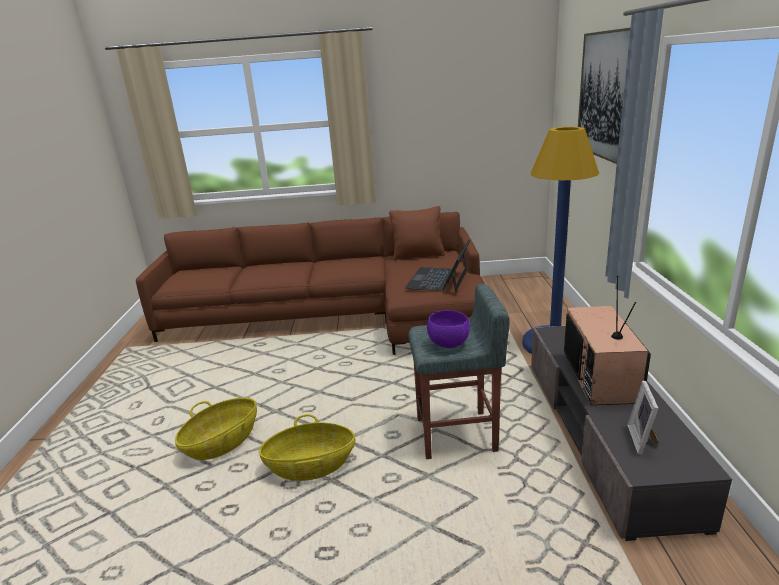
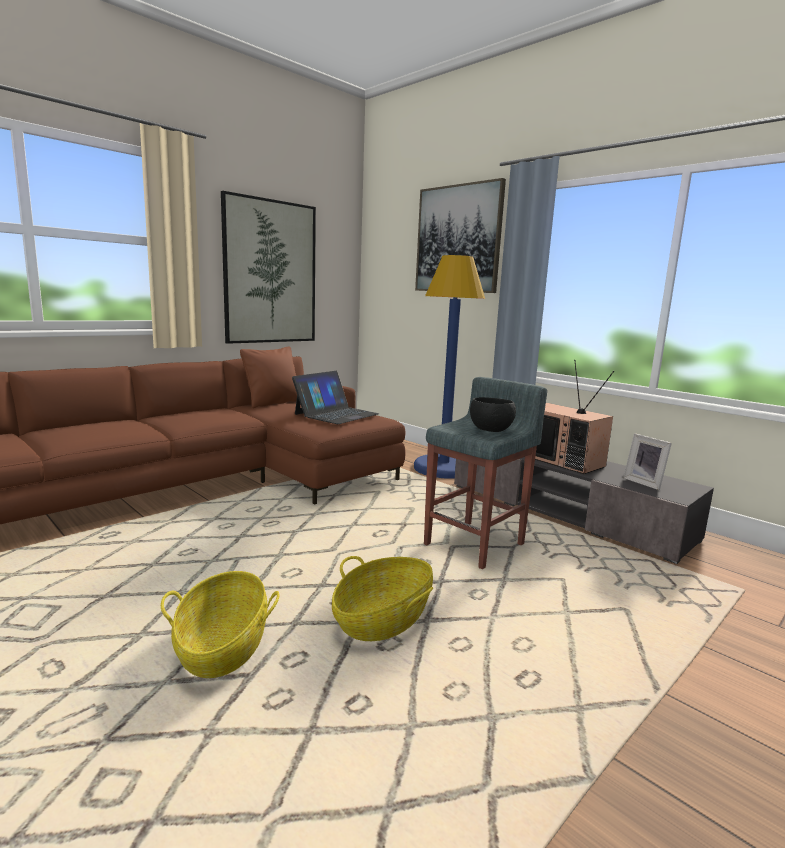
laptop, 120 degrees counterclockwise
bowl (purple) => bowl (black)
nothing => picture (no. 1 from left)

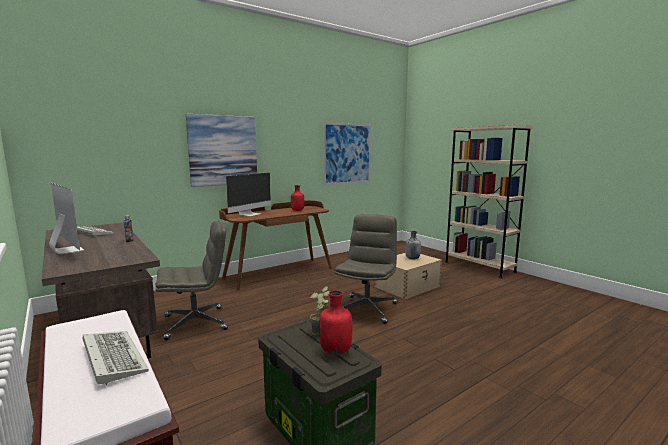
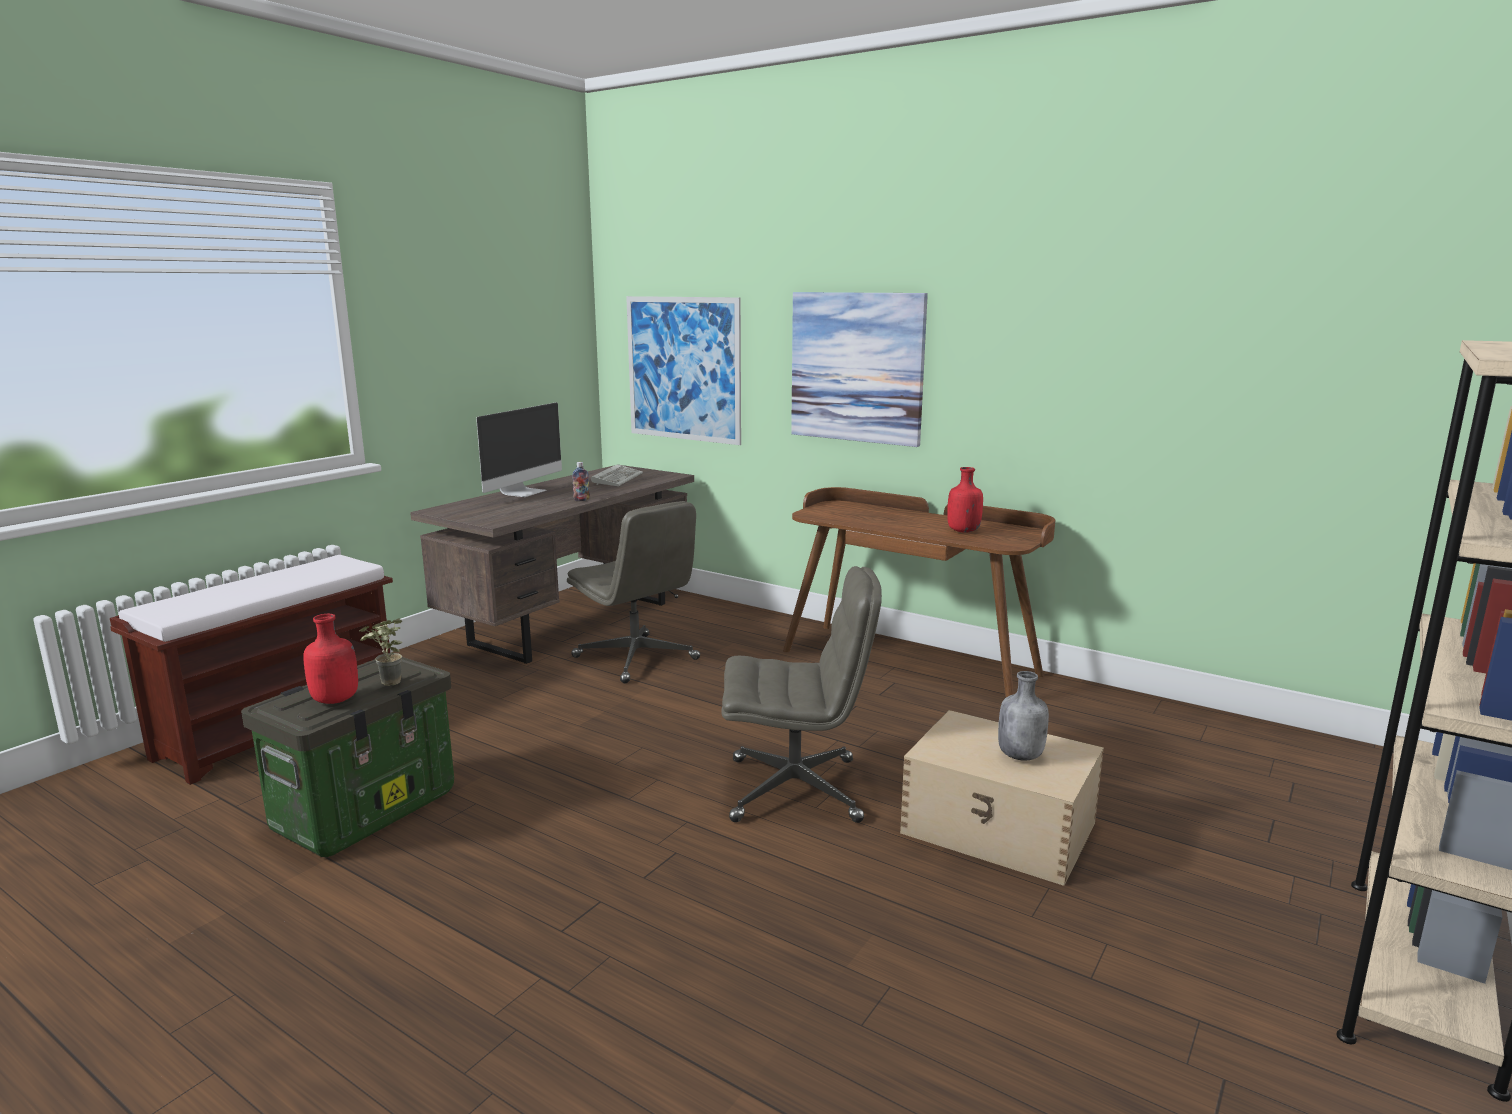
keyboard (no. 2 from left) => nothing
monitor (no. 2 from left) => nothing
picture (no. 2 from left in the first image) => picture (no. 1 from left), shifted

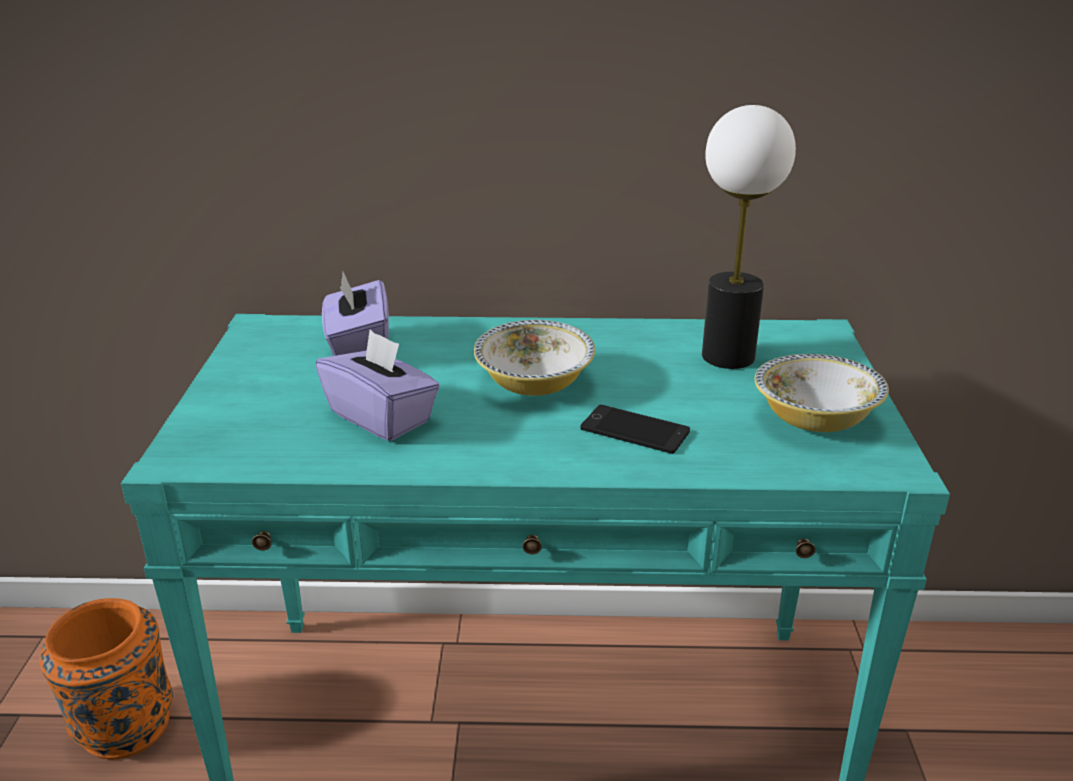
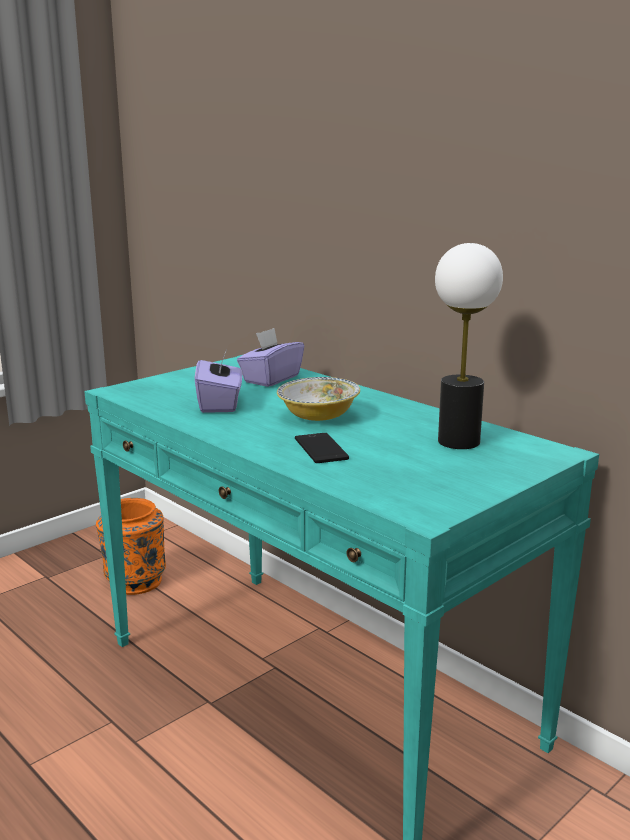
bowl (no. 2 from left) => nothing

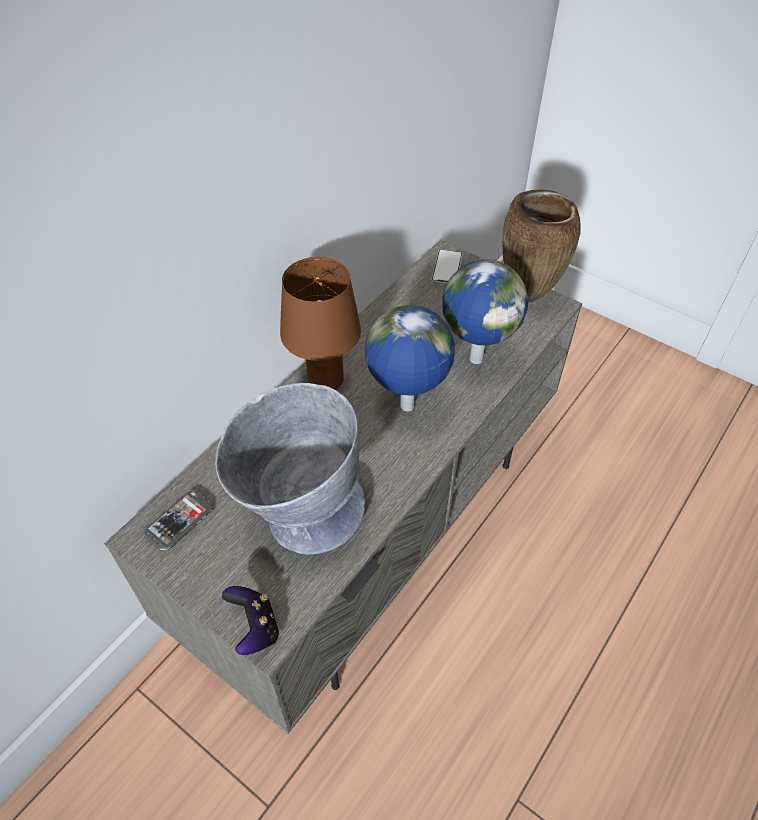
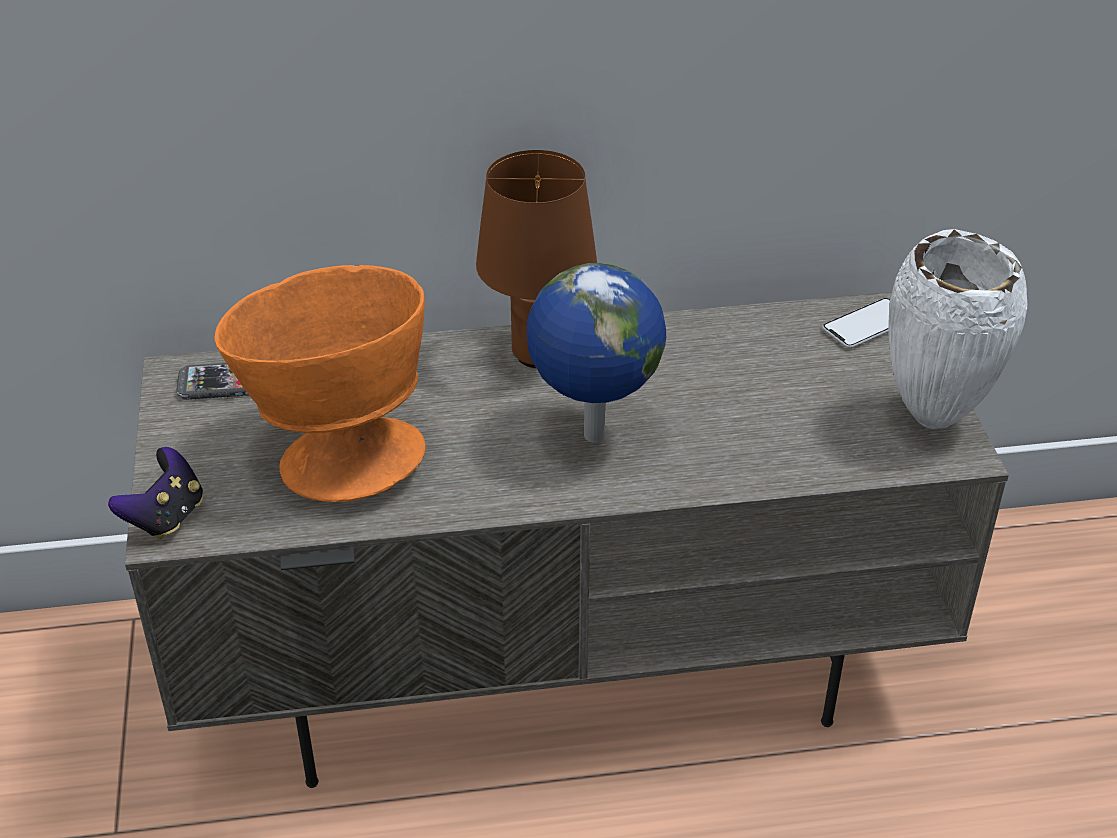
bowl (grey) => bowl (orange)
globe (no. 2 from left) => nothing
vase (brown) => vase (white)

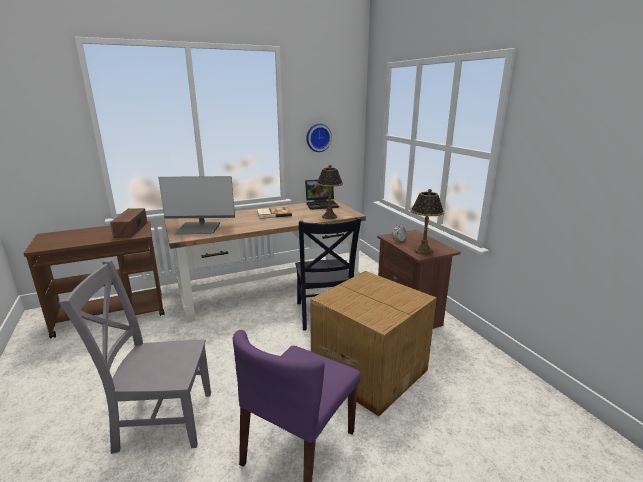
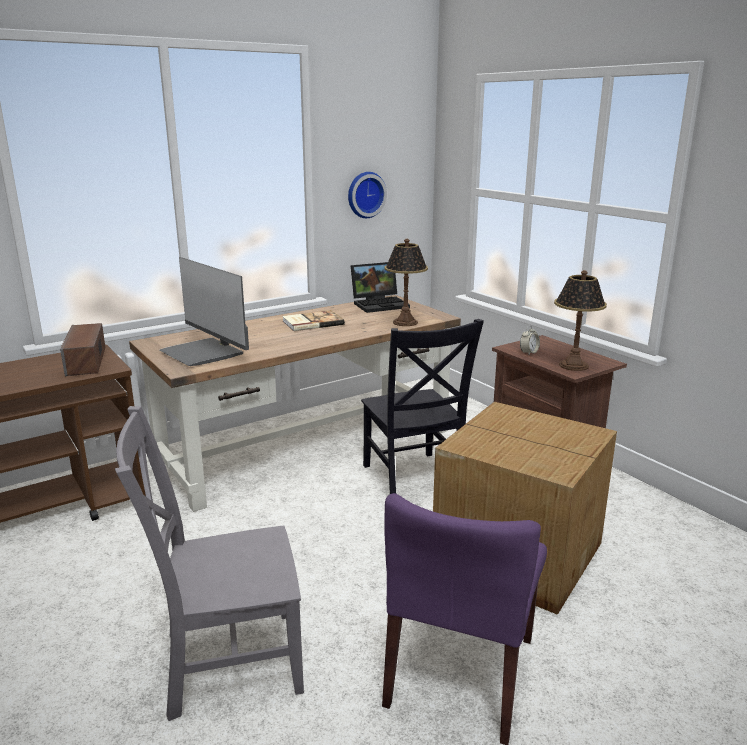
monitor, 60 degrees clockwise

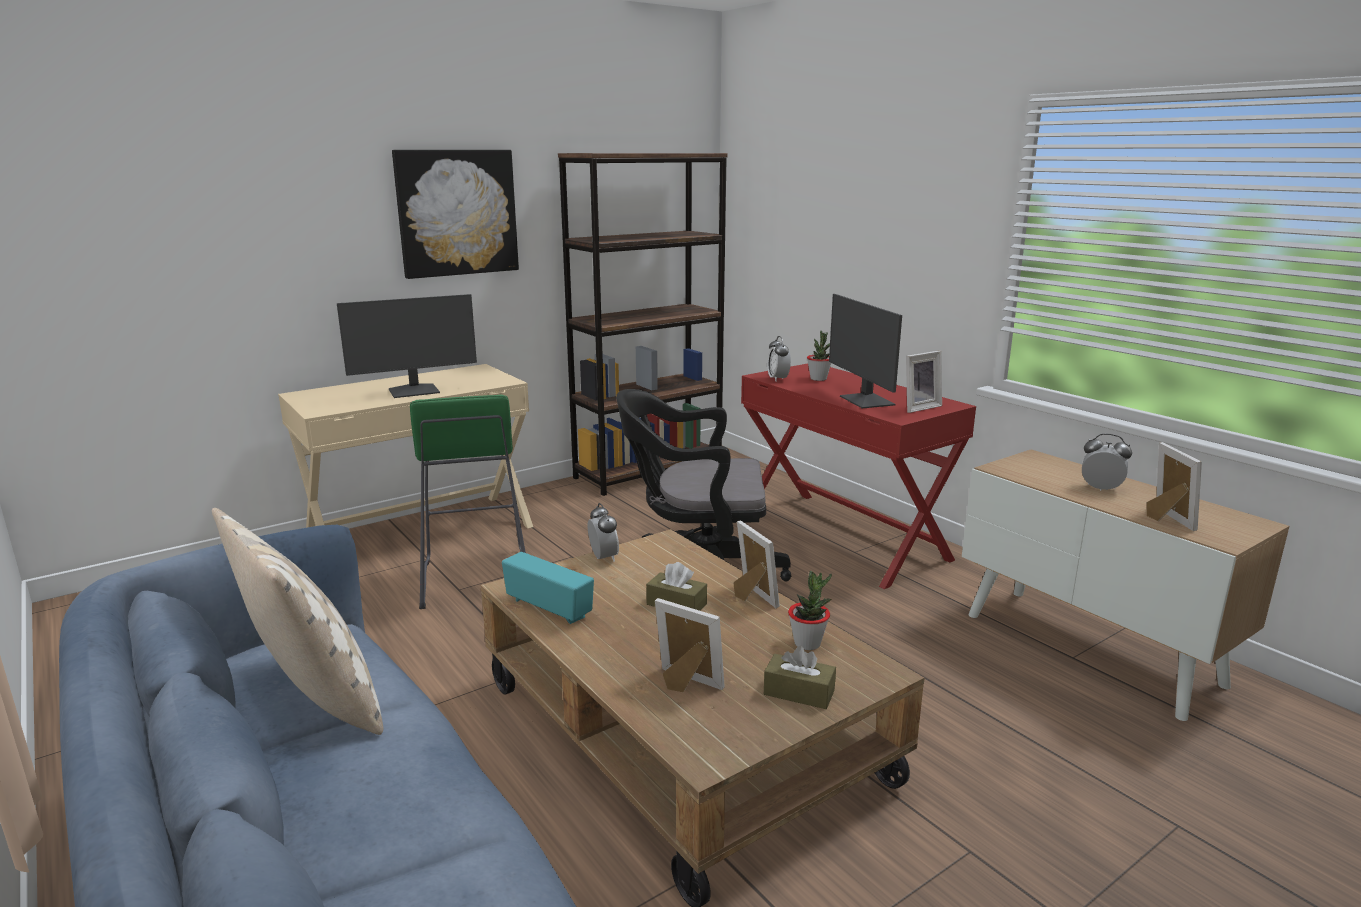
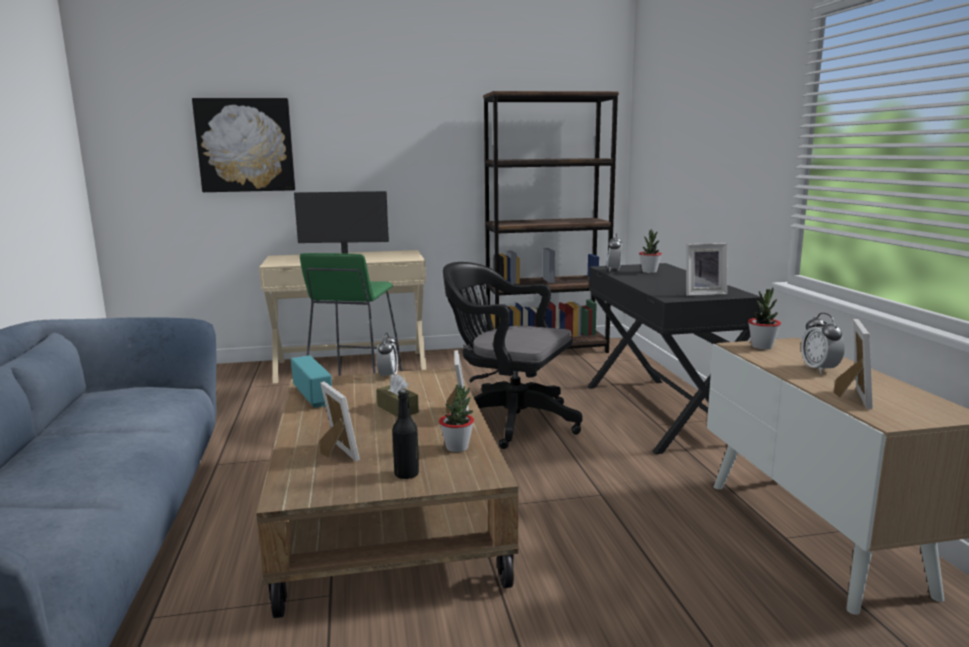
pillow (beige) => nothing
picture, shifted
desk (red) => desk (black)
tissue box (brown) (no. 2 from left) => bottle (black)
monitor (no. 2 from left) => nothing
alarm clock (no. 3 from left), 150 degrees counterclockwise
nothing => potted plant (no. 3 from left)

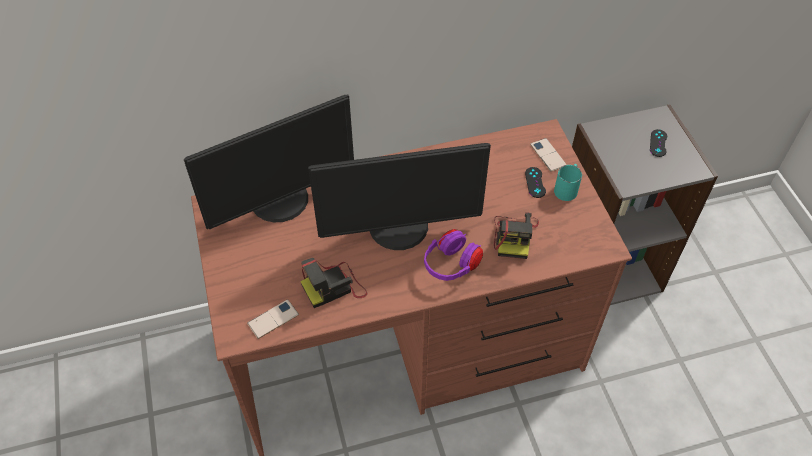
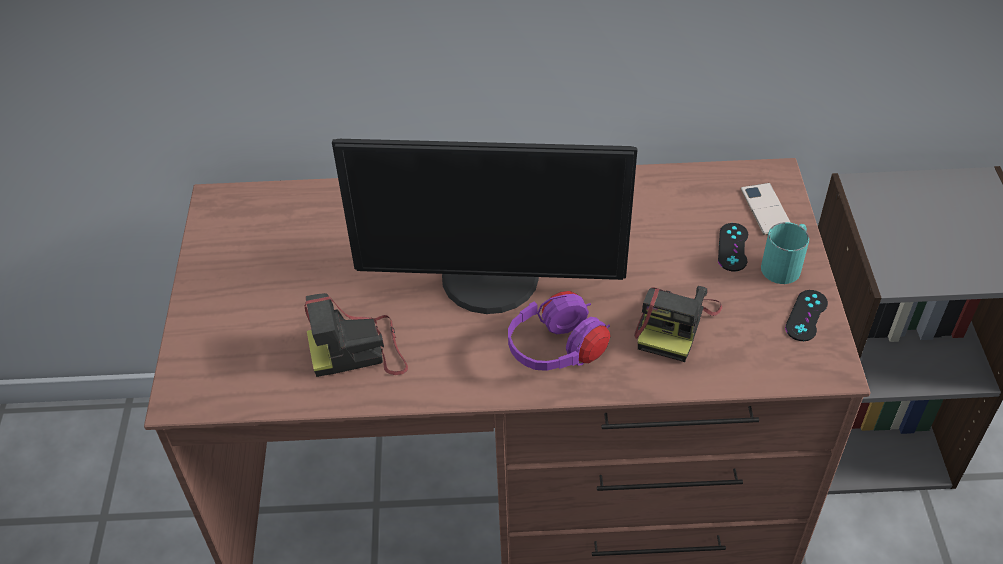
monitor (no. 1 from left) => nothing
phone (no. 1 from left) => nothing
game controller (black) (no. 2 from left), shifted

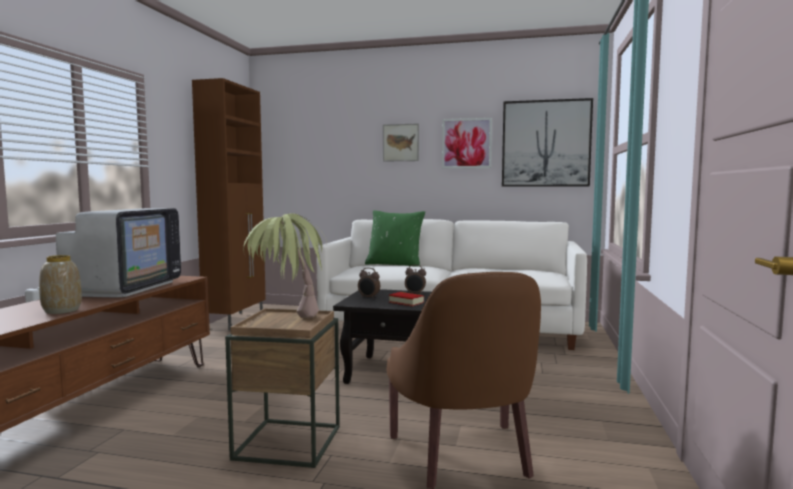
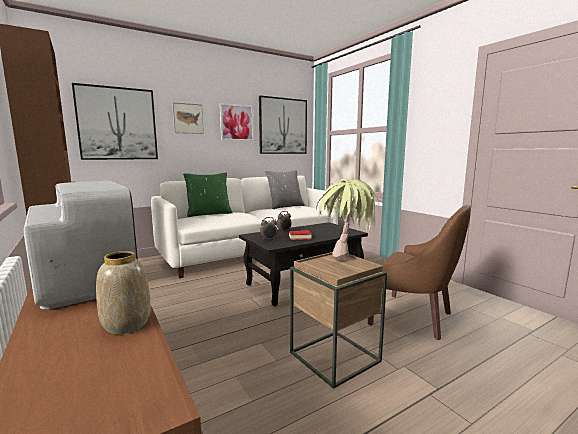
nothing => picture (no. 1 from left)
nothing => pillow (grey)

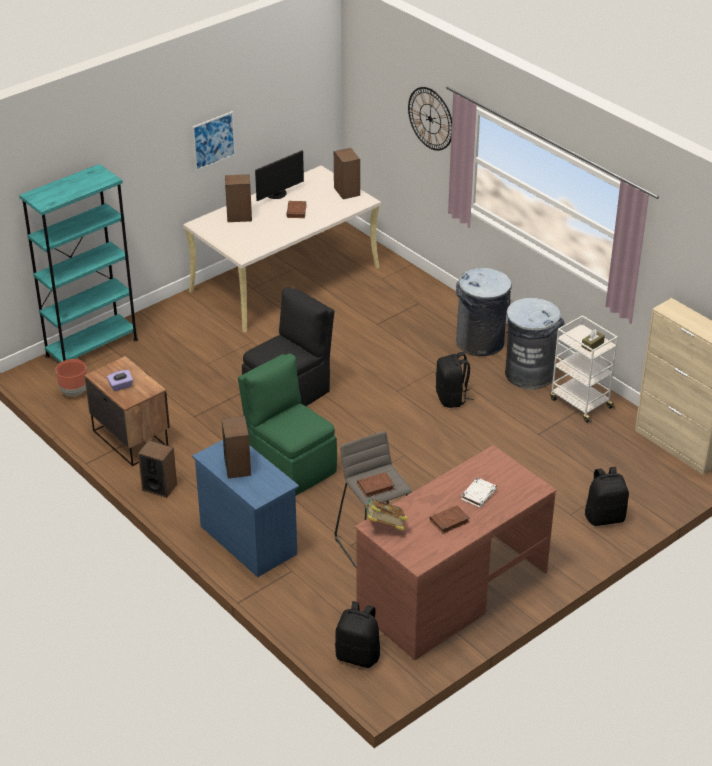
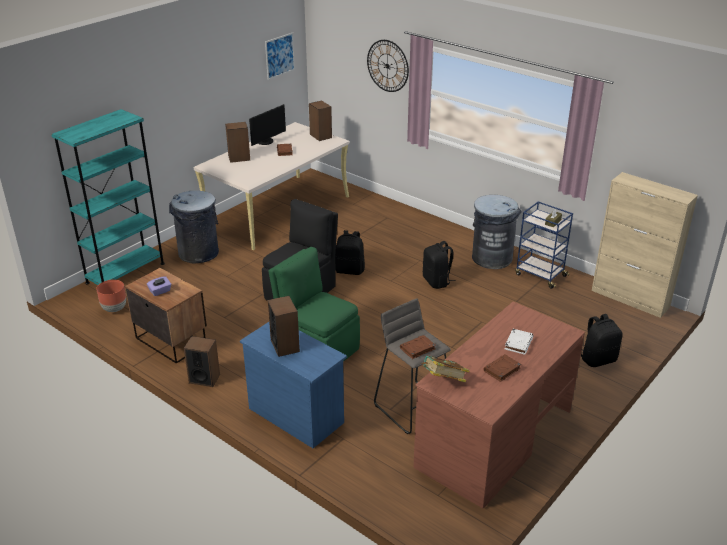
picture, shifted
backpack (black) (no. 1 from left), shifted
trash can (grey) (no. 1 from left), shifted
cart (white) => cart (blue)

